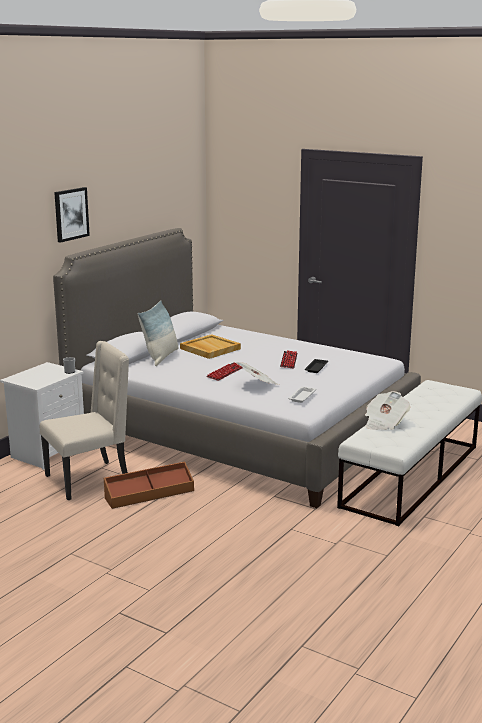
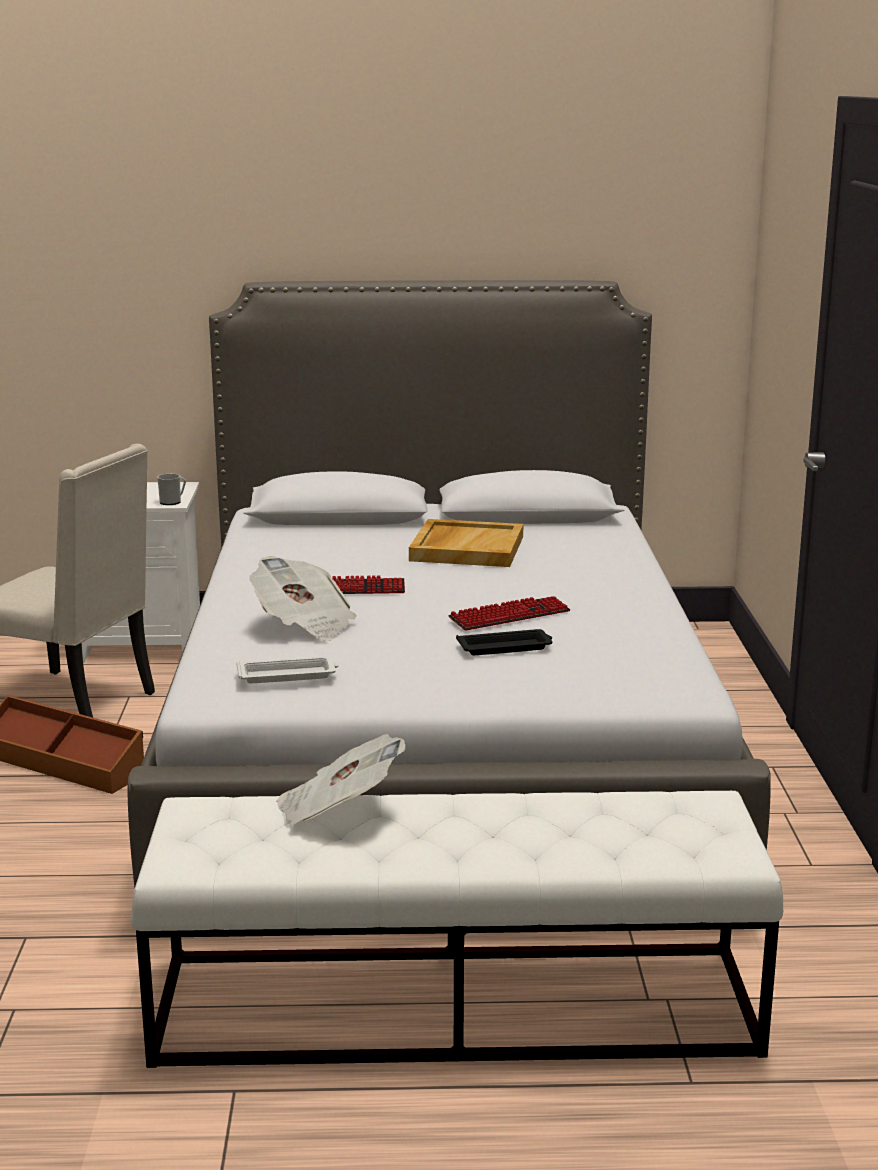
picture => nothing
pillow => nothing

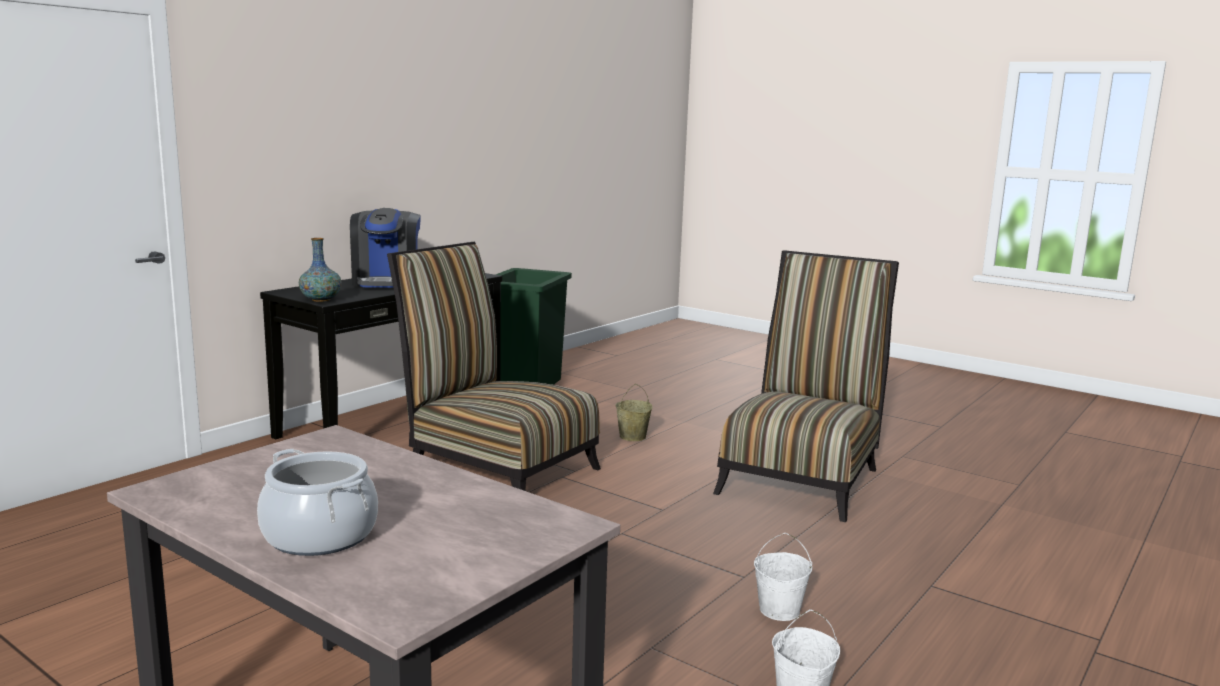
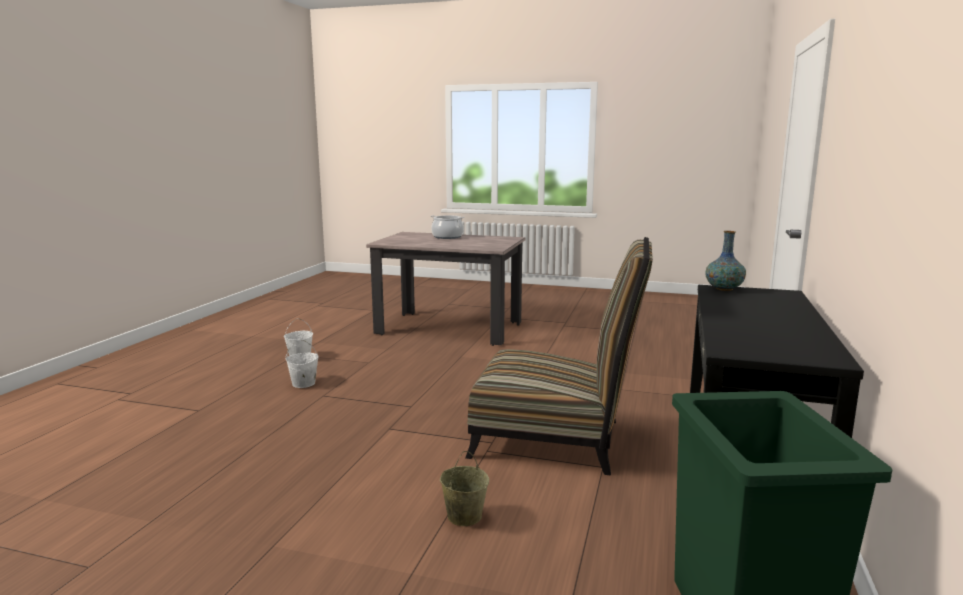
coffee machine => nothing
chair (no. 2 from left) => nothing

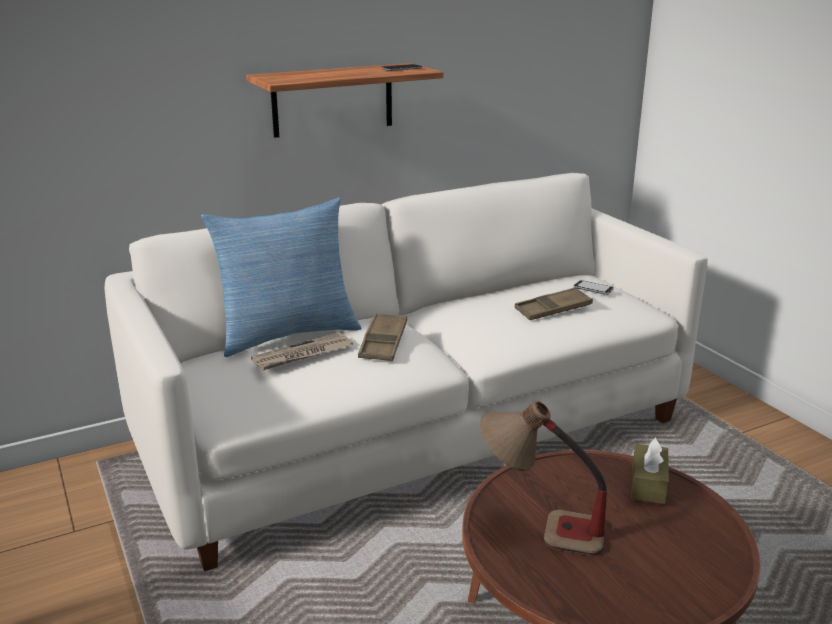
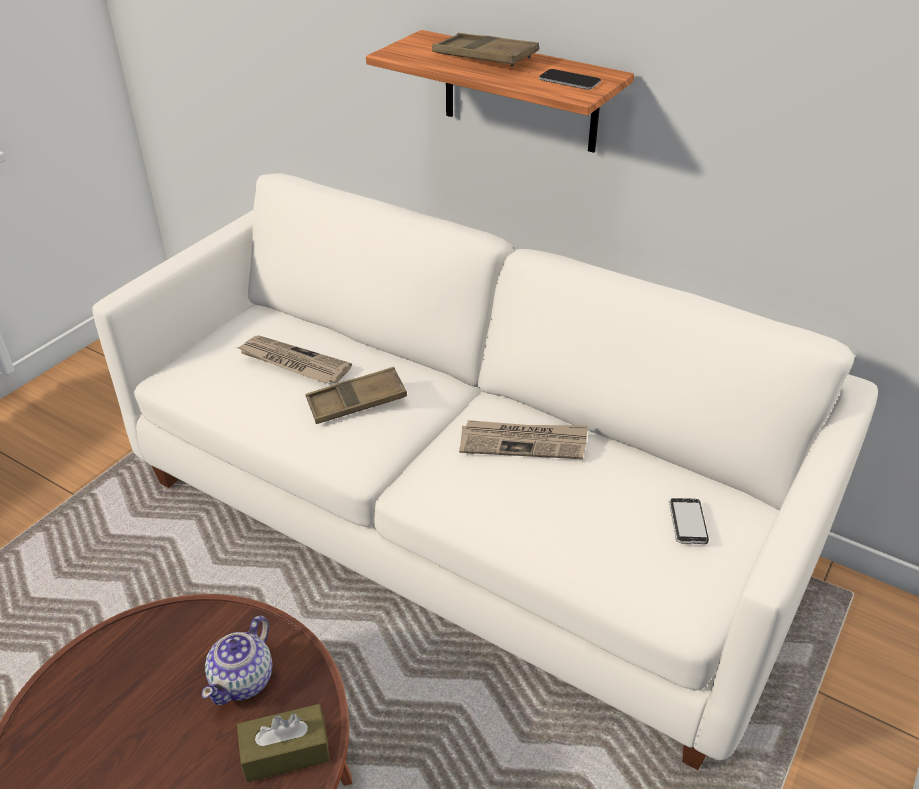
pillow => nothing
table lamp => nothing
tray (brown) (no. 2 from left), shifted
nothing => teapot
nothing => newspaper (no. 2 from left)

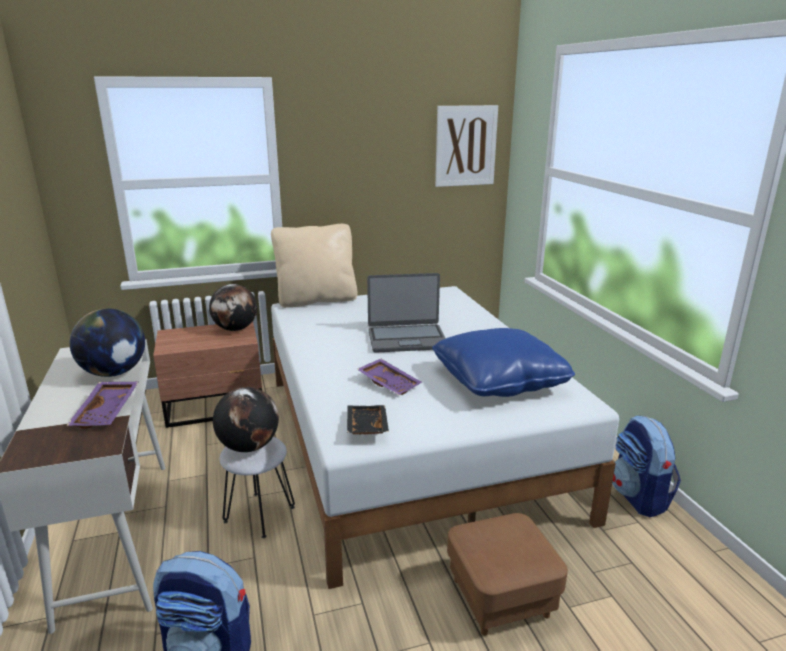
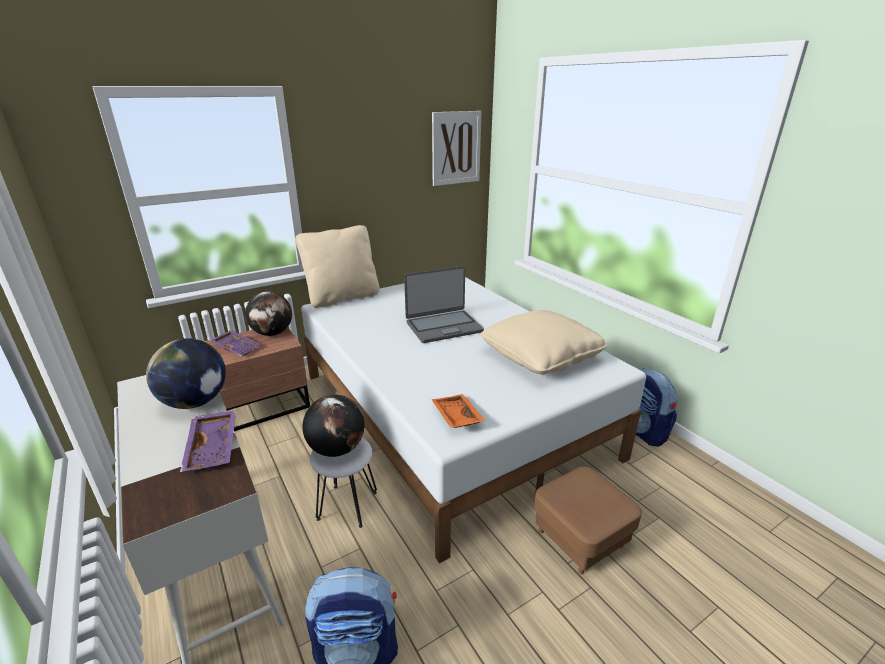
tray (black) => tray (orange)
tray (purple) (no. 2 from left), shifted
pillow (blue) => pillow (beige) (no. 2 from left)

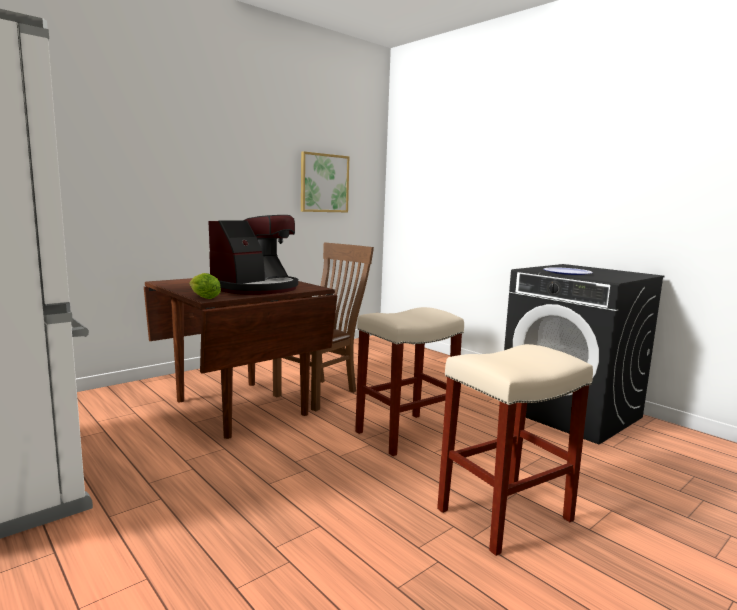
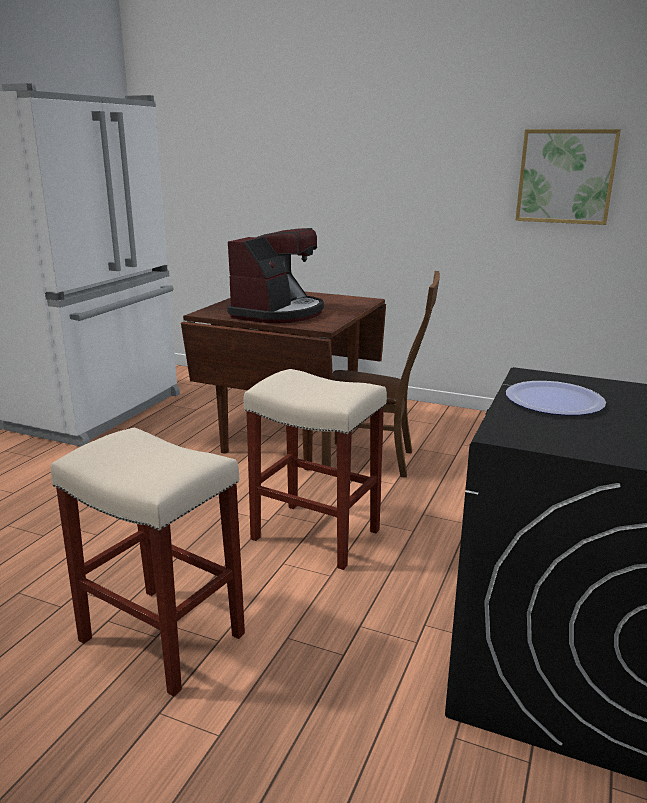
lettuce => nothing
coffee machine, 75 degrees counterclockwise

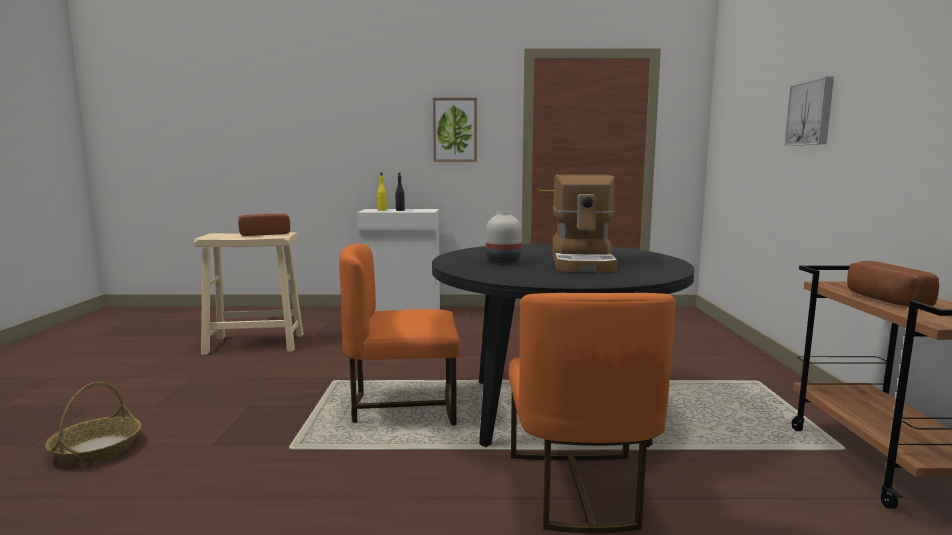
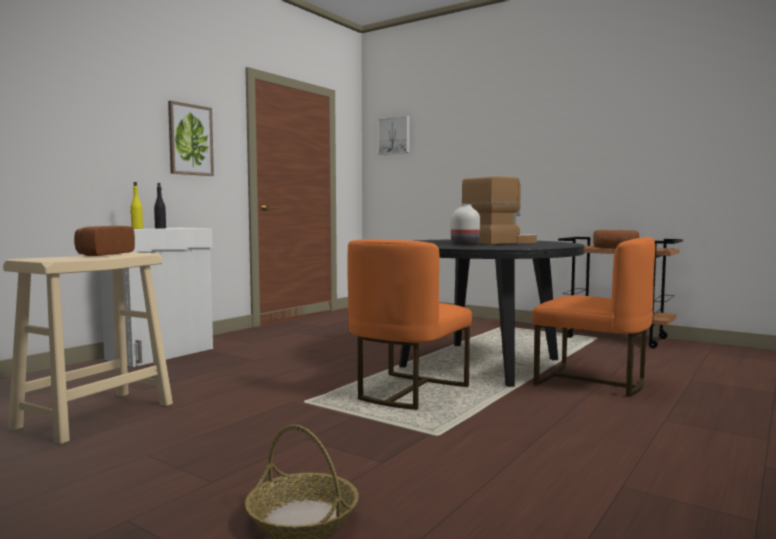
coffee machine, 75 degrees counterclockwise
picture (no. 2 from left), shifted

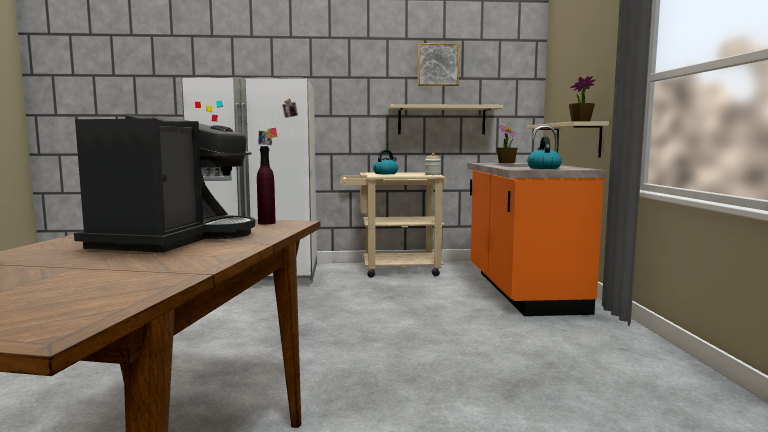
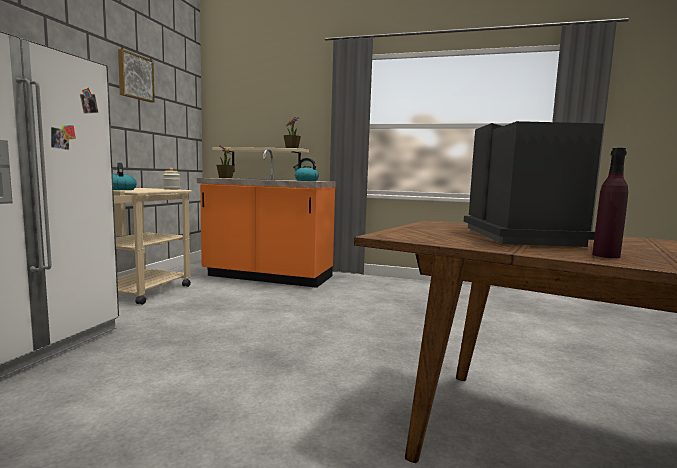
coffee machine, 60 degrees clockwise
bottle (purple), shifted
shelf (beige) (no. 1 from left) => nothing

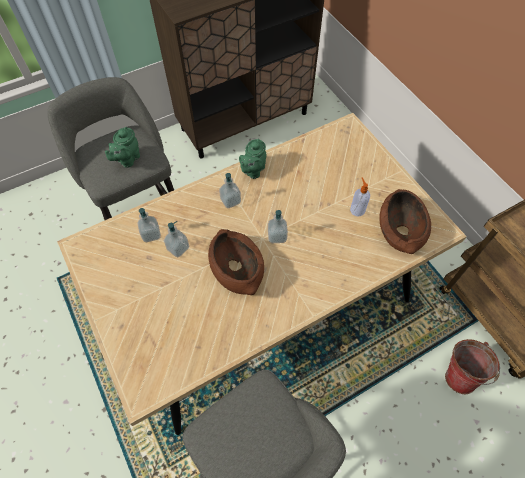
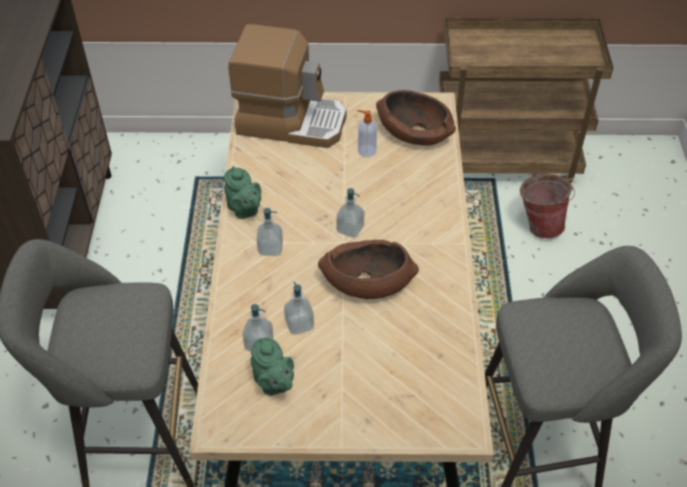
teapot (green) (no. 1 from left in the first image) => teapot (green) (no. 2 from left), shifted
nothing => coffee machine

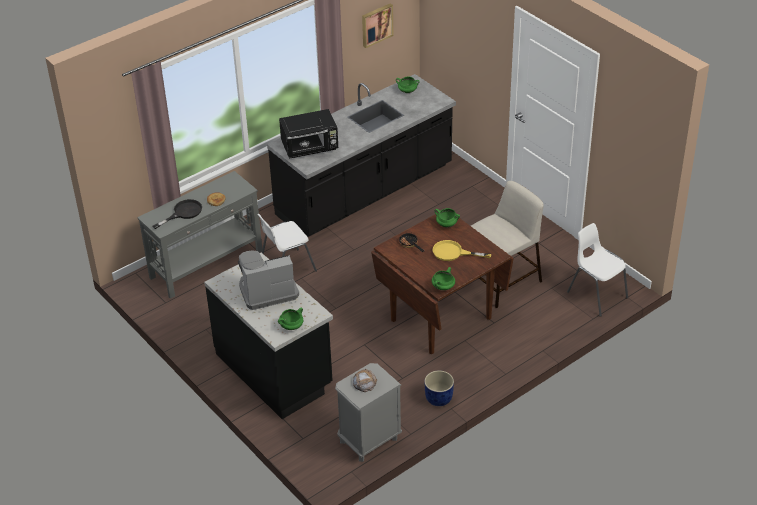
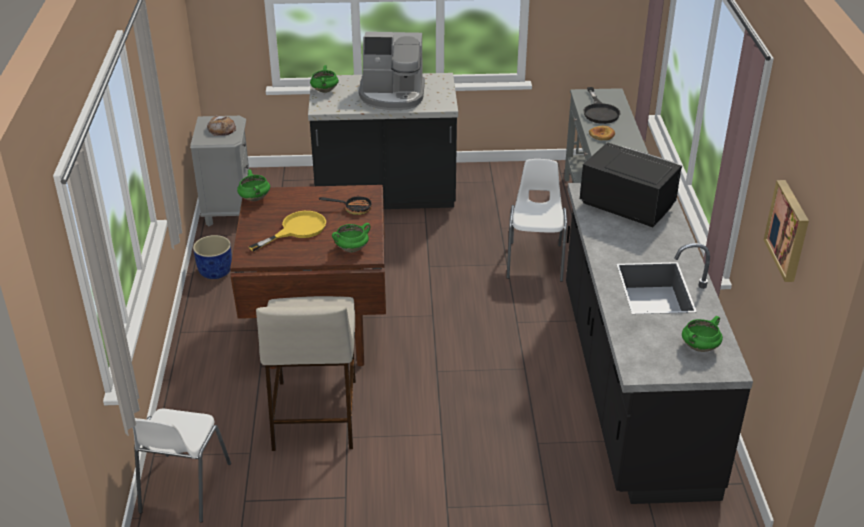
coffee machine, 75 degrees clockwise
microwave (black), 105 degrees clockwise
chair (white) (no. 2 from left in the first image) => chair (white) (no. 1 from left), 105 degrees clockwise

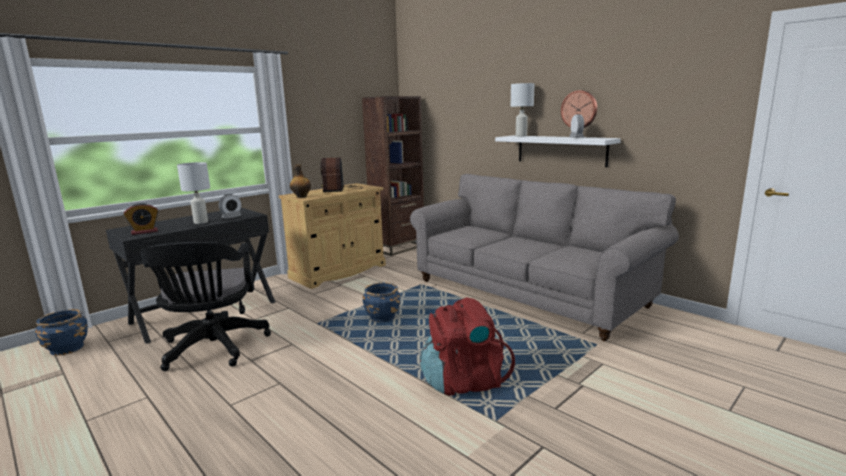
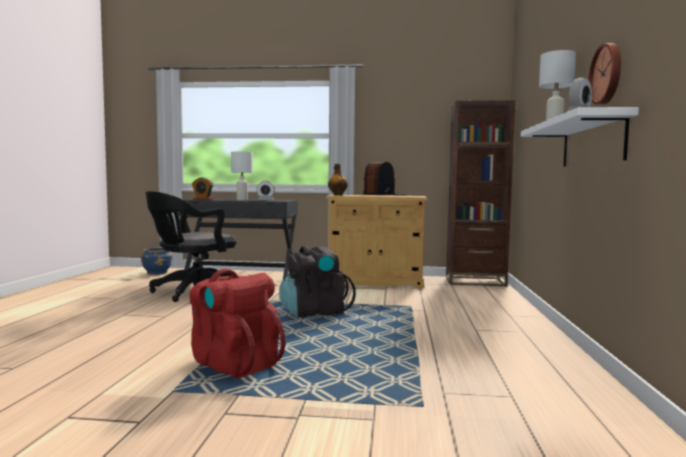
planter (blue) (no. 2 from left) => backpack (black)
sofa (grey) => nothing

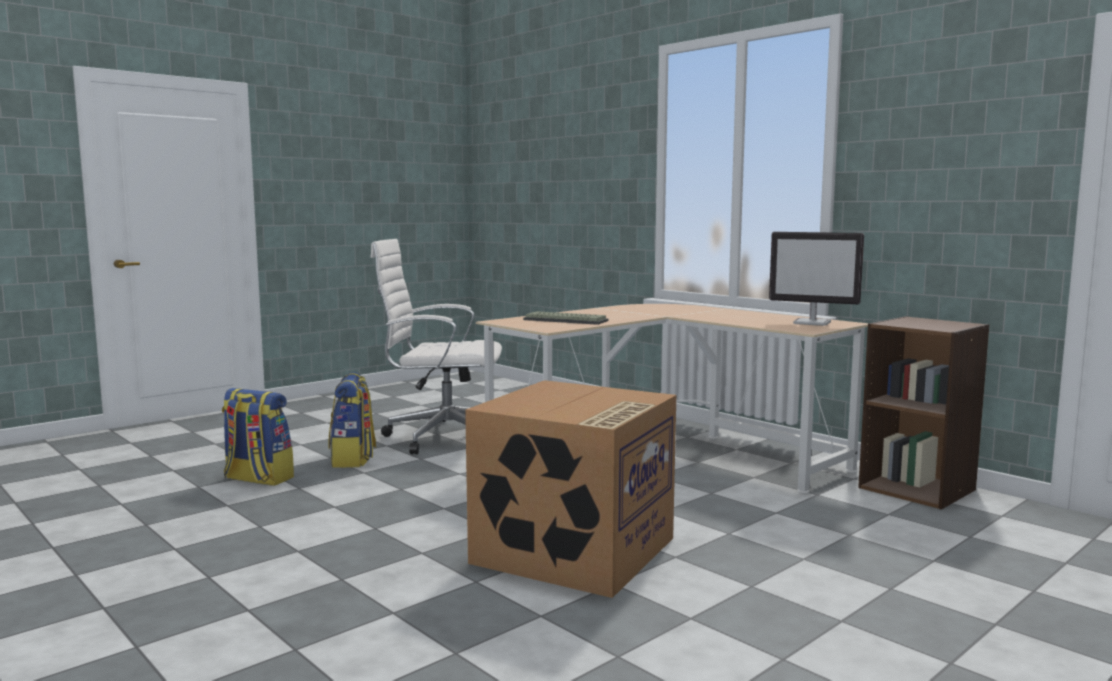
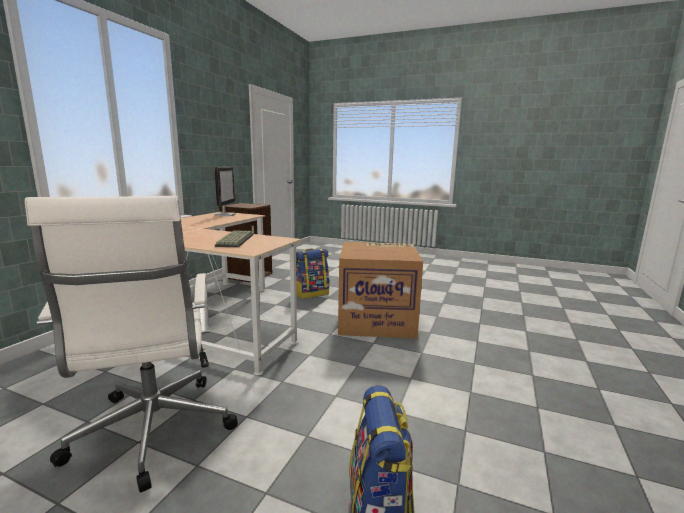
backpack (no. 2 from left in the first image) => backpack (no. 1 from left), shifted

